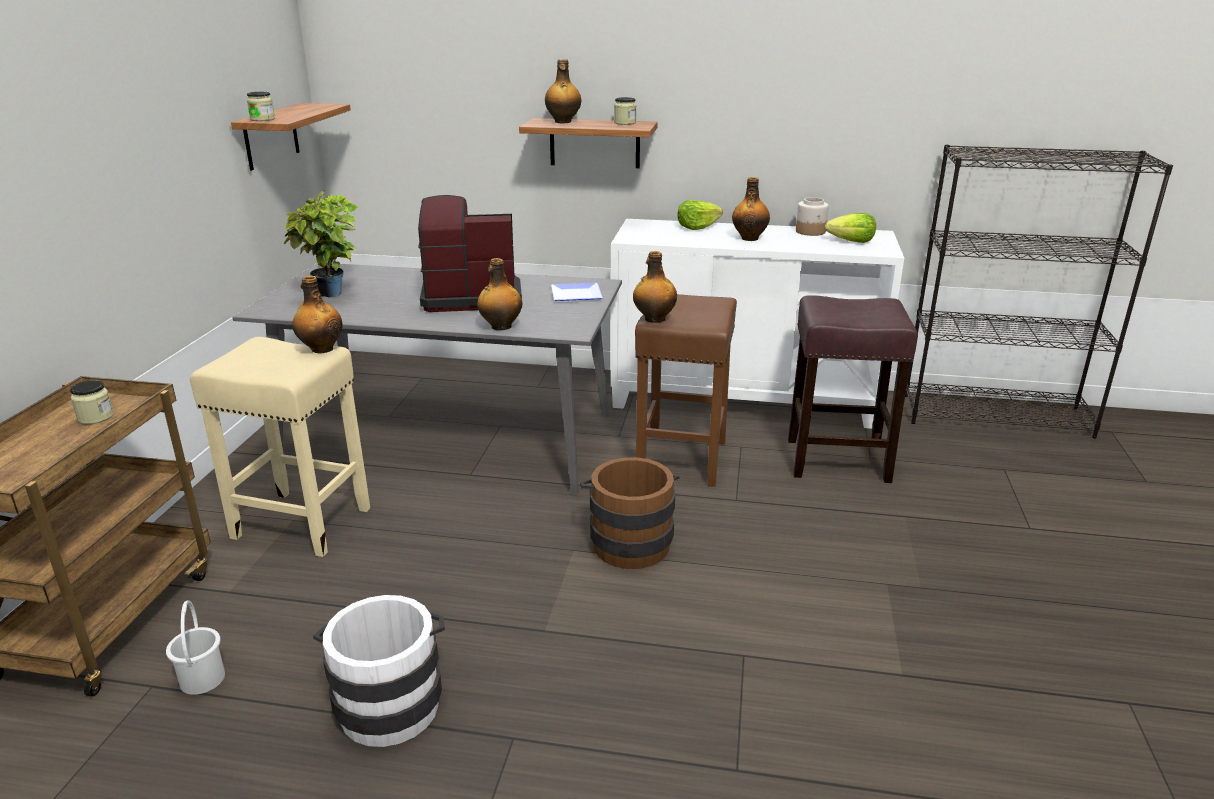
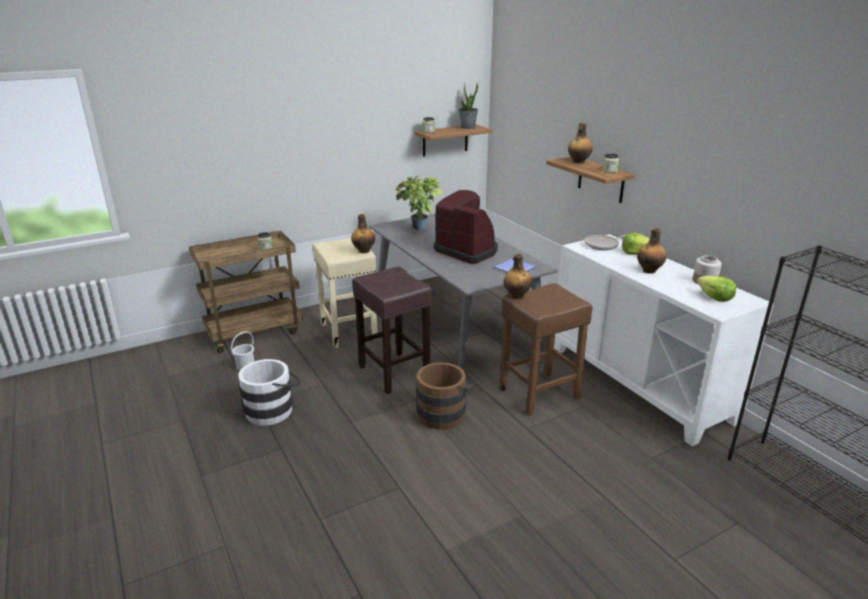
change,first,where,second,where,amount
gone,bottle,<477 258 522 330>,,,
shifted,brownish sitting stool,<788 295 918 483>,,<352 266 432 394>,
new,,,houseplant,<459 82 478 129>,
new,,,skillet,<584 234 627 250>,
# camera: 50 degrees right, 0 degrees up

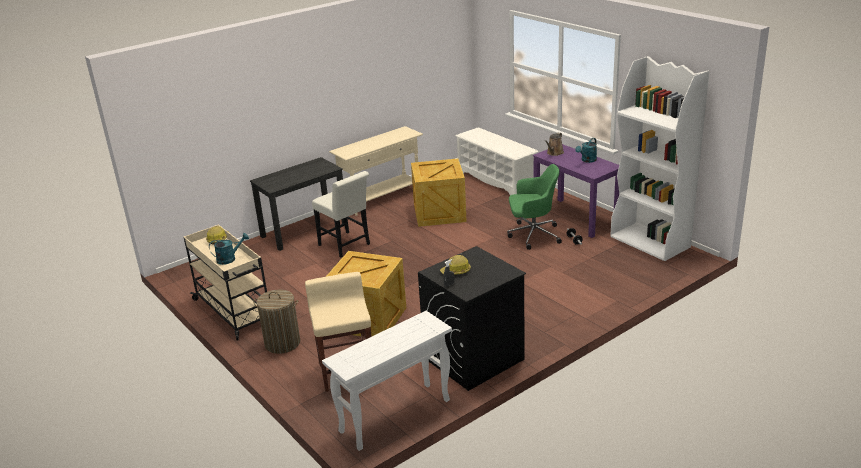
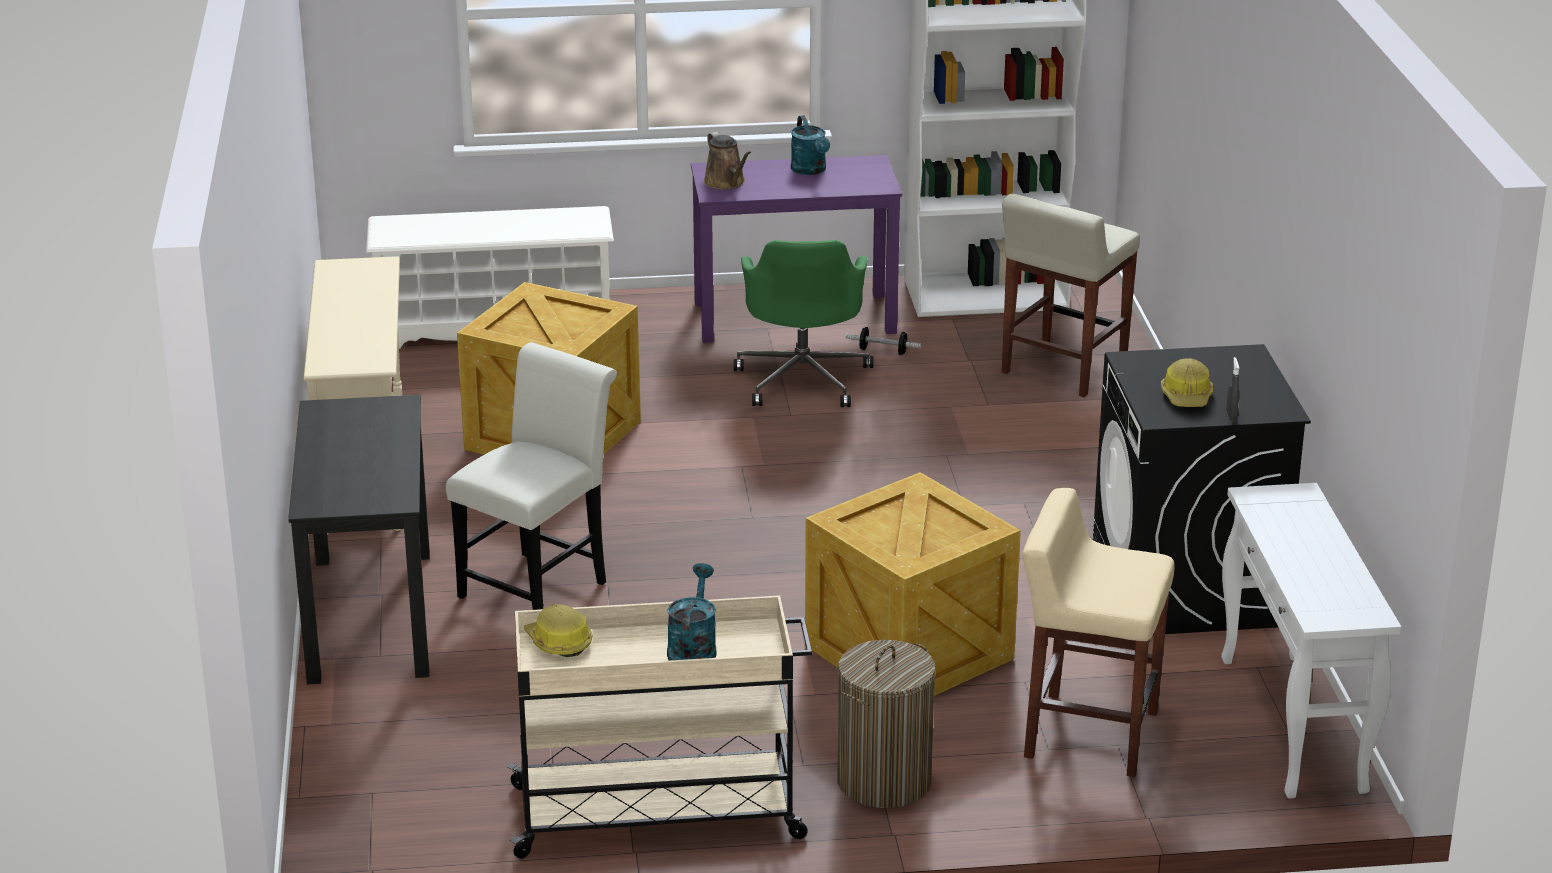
change,first,where,second,where,amount
rotated,white upright chair,<312 171 370 257>,,<446 342 617 610>,45 degrees counterclockwise
rotated,green computer chair,<507 164 562 250>,,<734 240 873 407>,150 degrees clockwise
new,,,beige sitting stool,<1001 194 1140 397>,
# camera: 60 degrees left, 0 degrees up

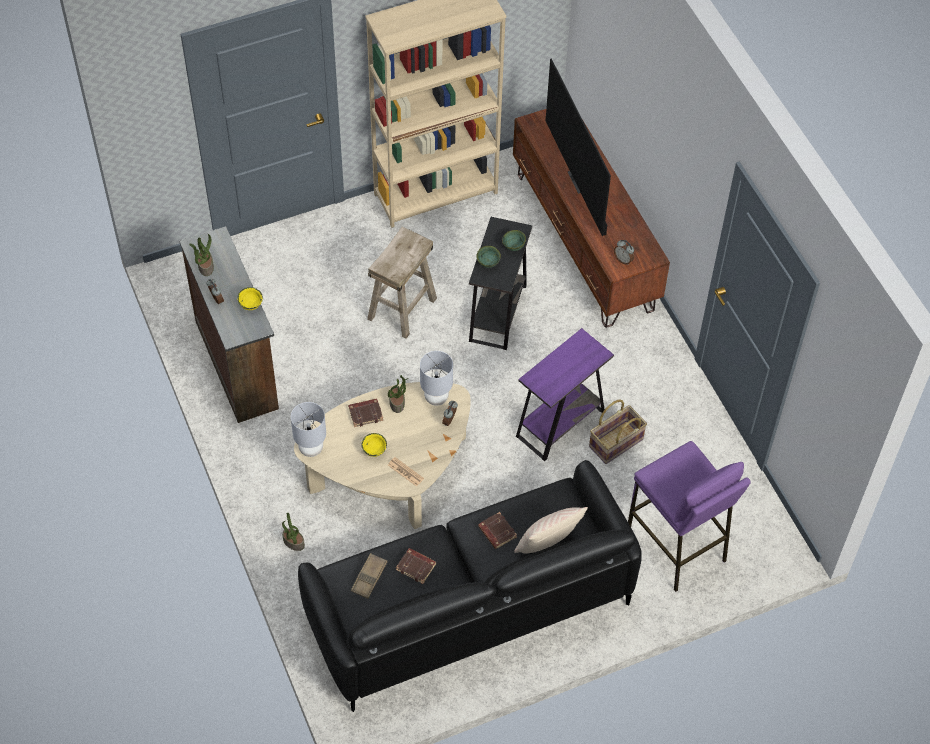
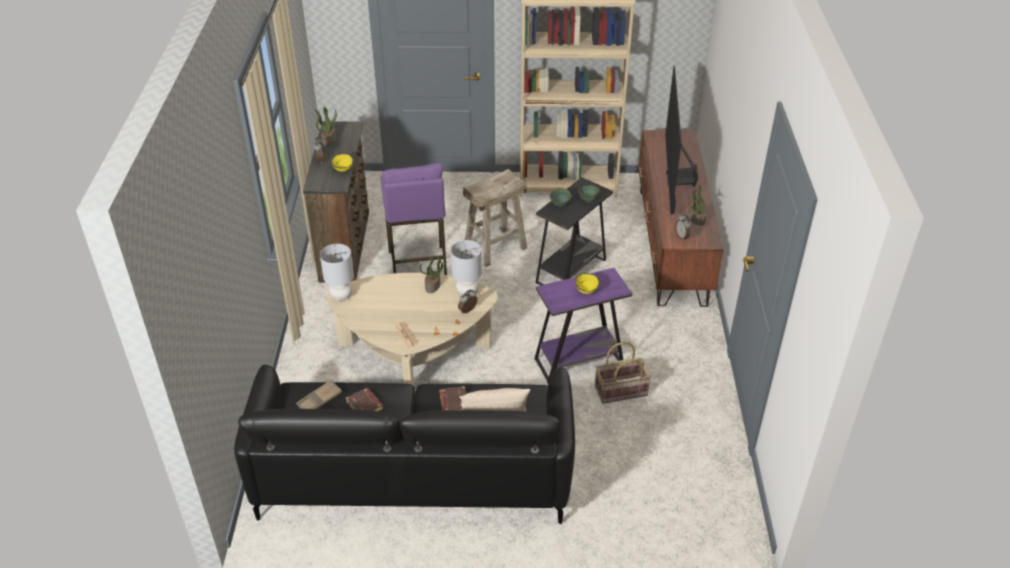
change,first,where,second,where,amount
shifted,houseplant,<282 513 305 551>,,<688 186 707 226>,
gone,brownish book,<348 398 383 427>,,,
shifted,yellowish bowl,<361 433 387 457>,,<575 273 600 294>,
shifted,purple-coloured sitting stool,<628 441 751 592>,,<381 163 447 275>,
# camera: 25 degrees right, 15 degrees down

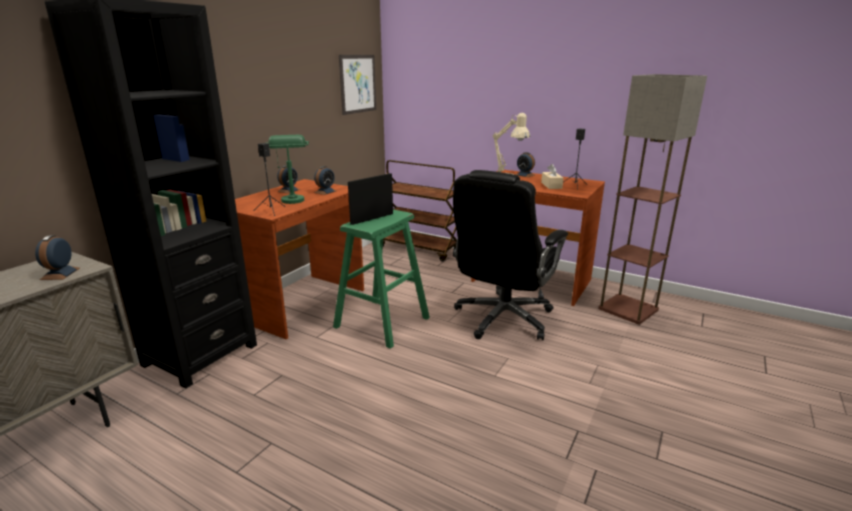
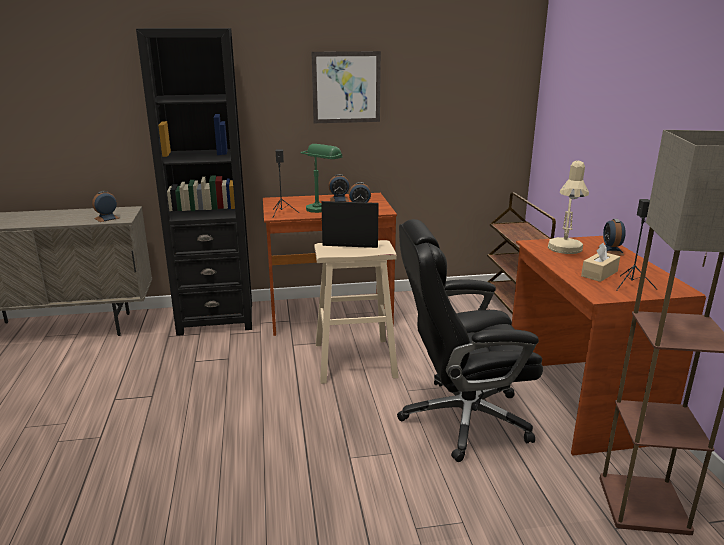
change,first,where,second,where,amount
repainted,green sitting stool,<333 209 430 349>,beige sitting stool,<314 240 399 384>,
shifted,wall picture,<339 55 376 115>,,<312 51 381 123>,
# camera: 50 degrees right, 0 degrees up

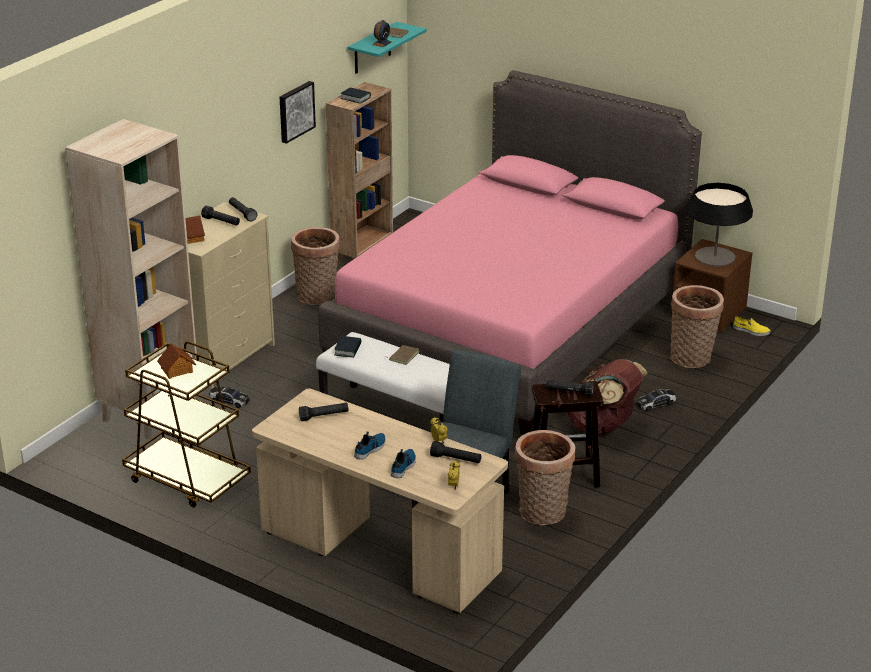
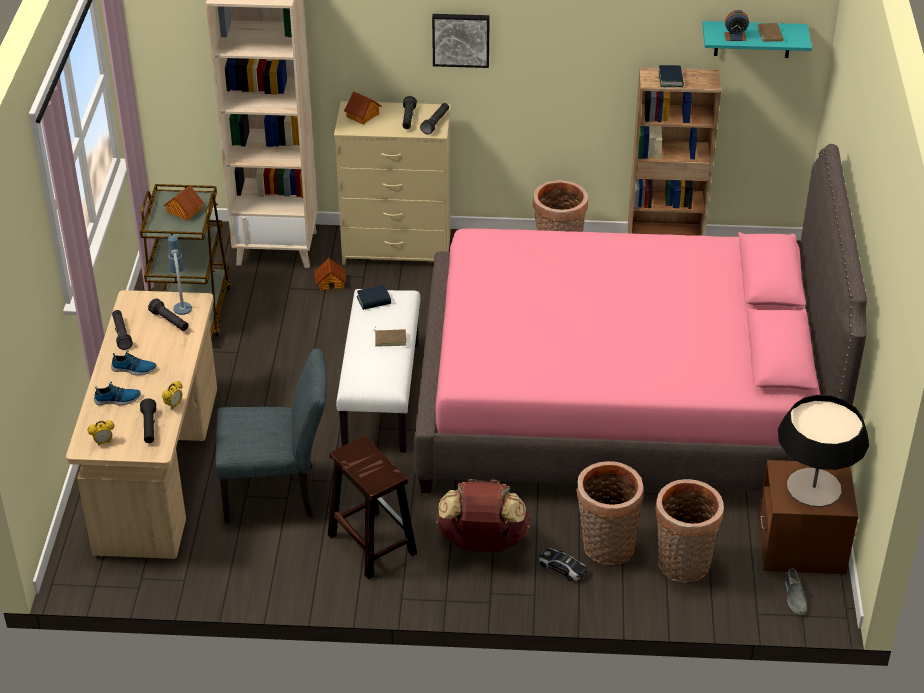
change,first,where,second,where,amount
swapped,miniature car,<209 387 250 408>,miniature house,<314 258 346 291>,
shifted,wall picture,<280 81 316 144>,,<432 14 490 68>,
shifted,household basket,<515 430 575 525>,,<576 461 644 565>,
shifted,black hand torch,<546 380 594 396>,,<112 310 133 350>,
repainted,yellowish item of footwear,<733 317 770 336>,greyish item of footwear,<785 569 807 615>,
new,,,lamp for a table,<168 236 192 315>,
# camera: 60 degrees right, 10 degrees up

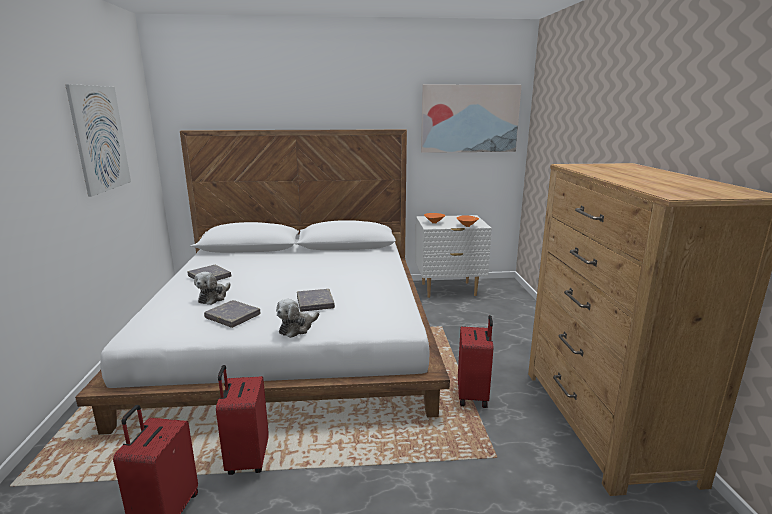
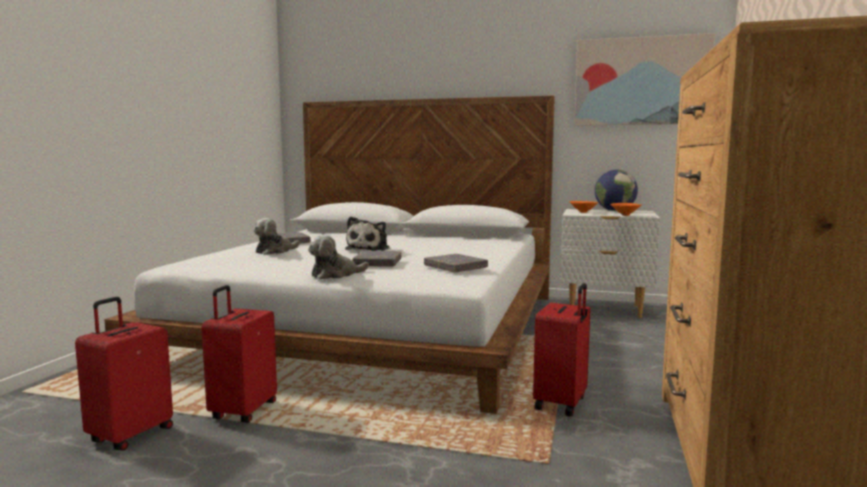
change,first,where,second,where,amount
gone,wall picture,<65 84 131 197>,,,
shifted,greyish book,<204 300 261 328>,,<424 254 488 272>,
new,,,soft toy,<345 217 390 251>,
new,,,desk globe,<595 170 638 211>,
# camera: 20 degrees right, 10 degrees down

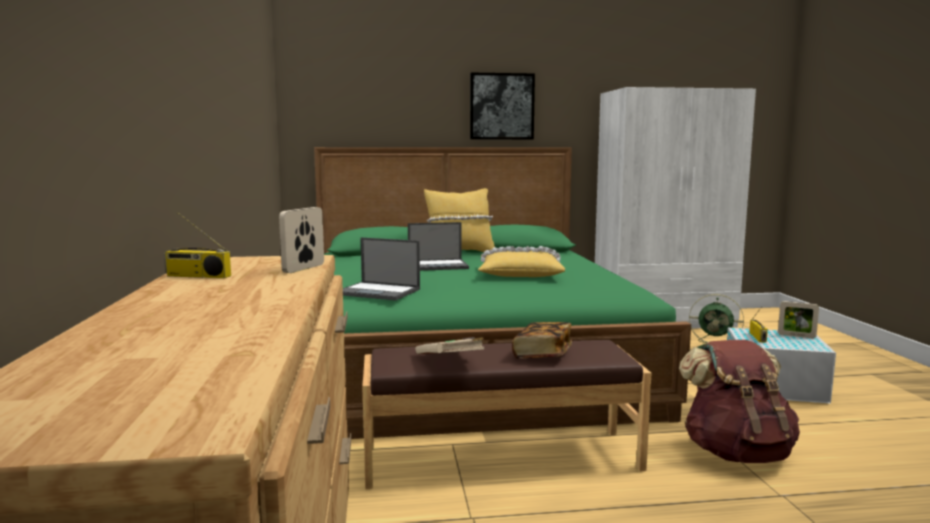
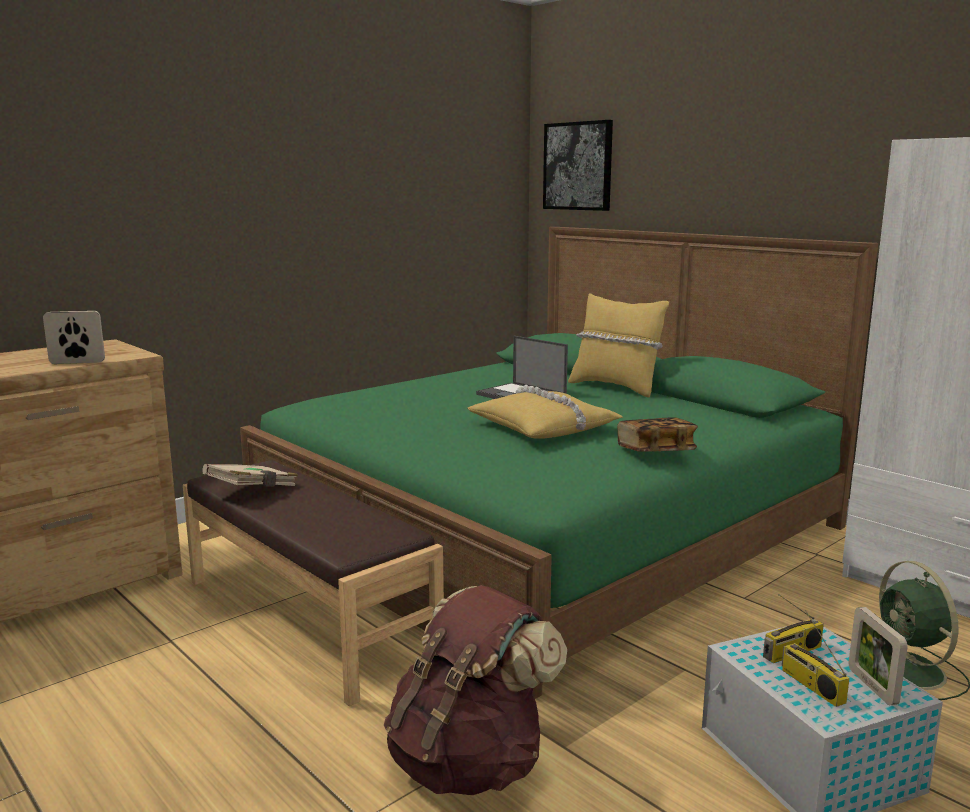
change,first,where,second,where,amount
shifted,radio,<164 212 231 278>,,<782 610 850 707>,
gone,laptop,<343 237 420 301>,,,
shifted,wall picture,<470 73 535 139>,,<543 120 613 211>,
shifted,book,<512 322 572 359>,,<617 417 698 452>,
# camera: 55 degrees right, 5 degrees up

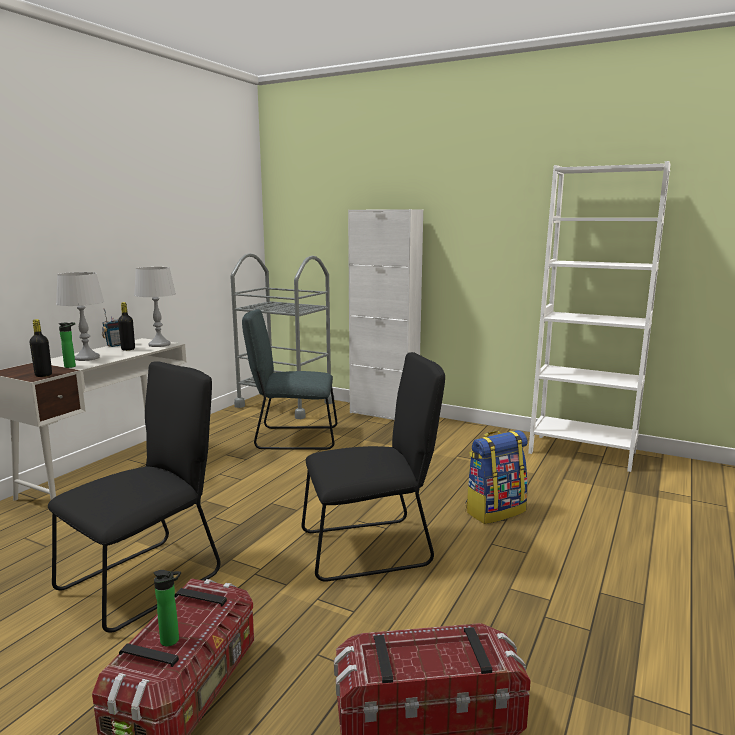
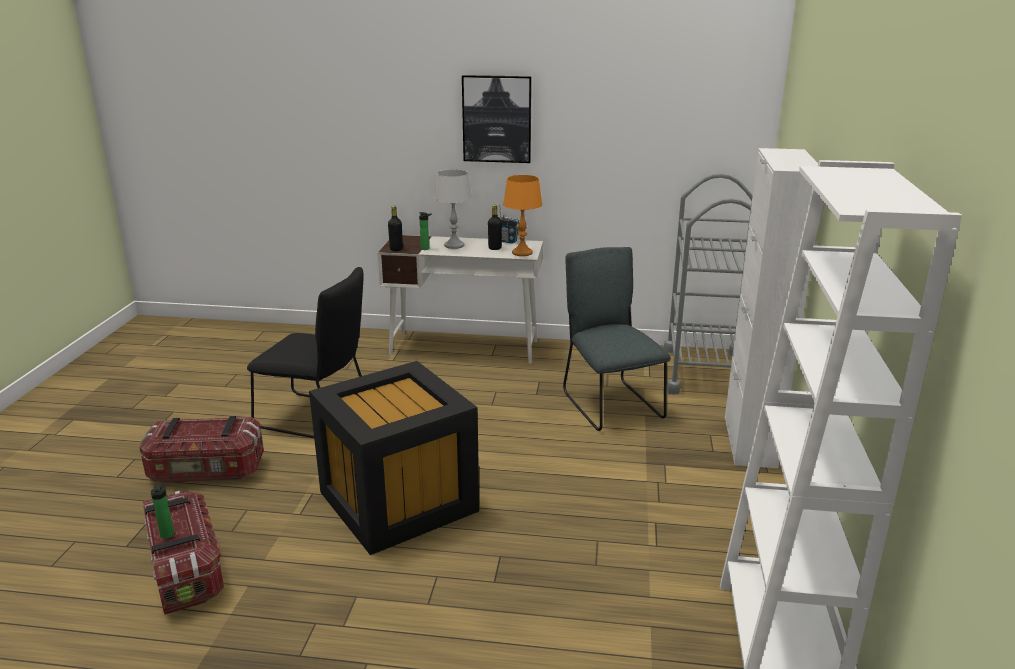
change,first,where,second,where,amount
repainted,greyish lamp for a table,<134 267 176 347>,orange-coloured lamp for a table,<503 175 542 256>,
shifted,bottle,<154 570 181 646>,,<150 483 174 539>,
swapped,black upright chair,<302 352 445 582>,black storage bin,<309 361 479 555>,
gone,knapsack,<466 430 528 524>,,,
new,,,wall picture,<462 75 532 163>,
# camera: 70 degrees right, 10 degrees up

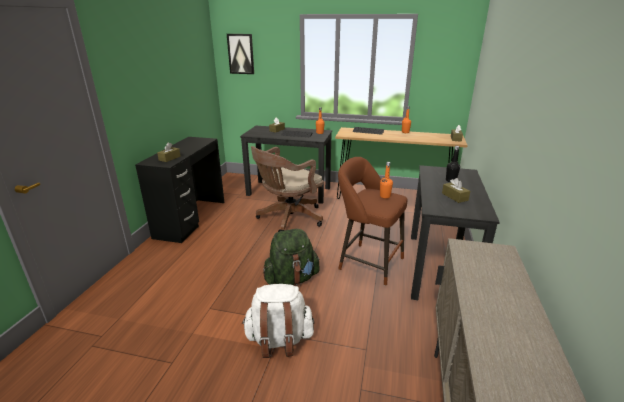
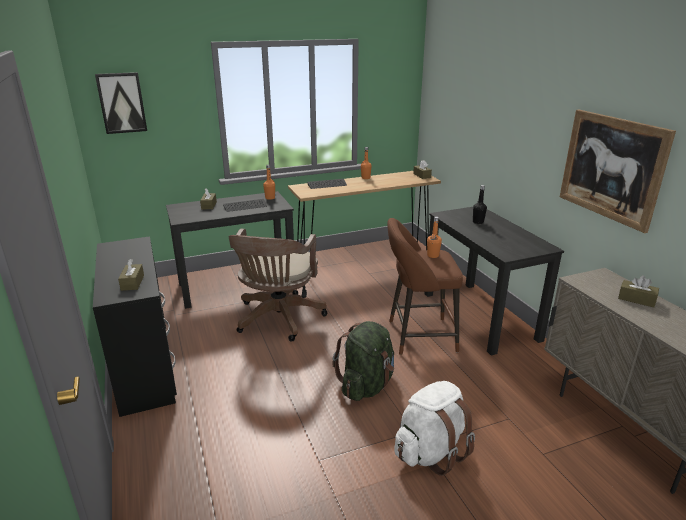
change,first,where,second,where,amount
shifted,brownish tissue box,<442 178 470 203>,,<618 276 659 308>,
new,,,wall picture,<560 110 676 233>,
# camera: 35 degrees left, 0 degrees up

